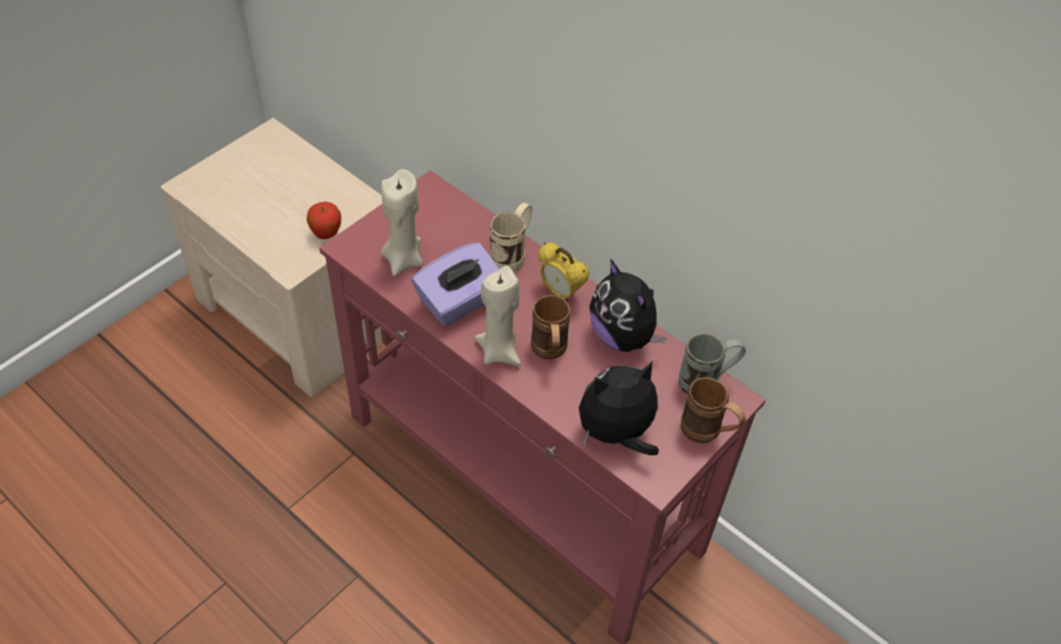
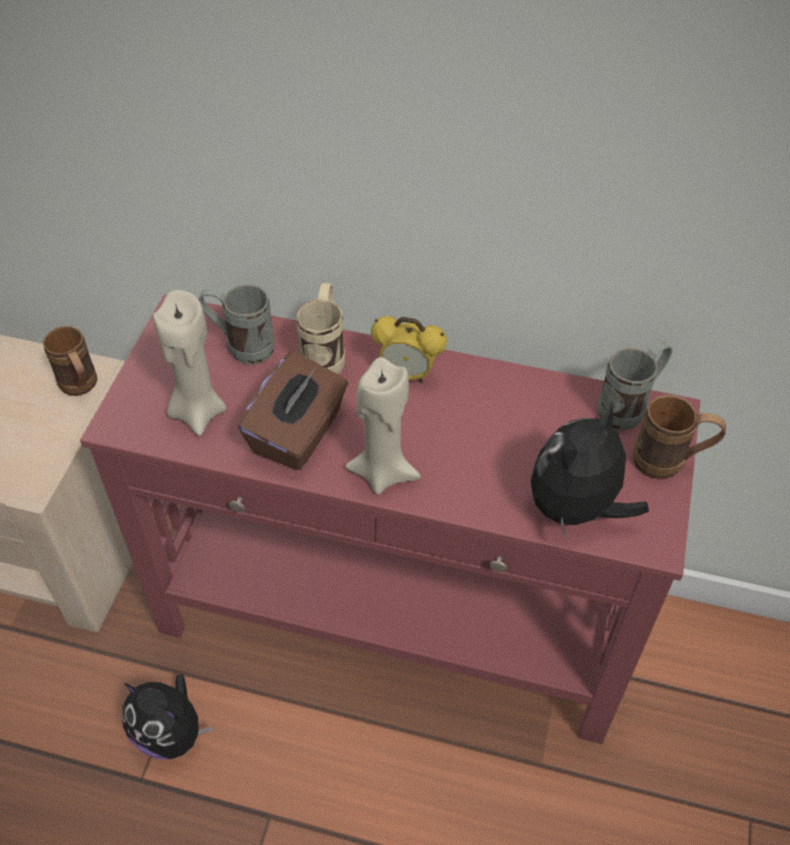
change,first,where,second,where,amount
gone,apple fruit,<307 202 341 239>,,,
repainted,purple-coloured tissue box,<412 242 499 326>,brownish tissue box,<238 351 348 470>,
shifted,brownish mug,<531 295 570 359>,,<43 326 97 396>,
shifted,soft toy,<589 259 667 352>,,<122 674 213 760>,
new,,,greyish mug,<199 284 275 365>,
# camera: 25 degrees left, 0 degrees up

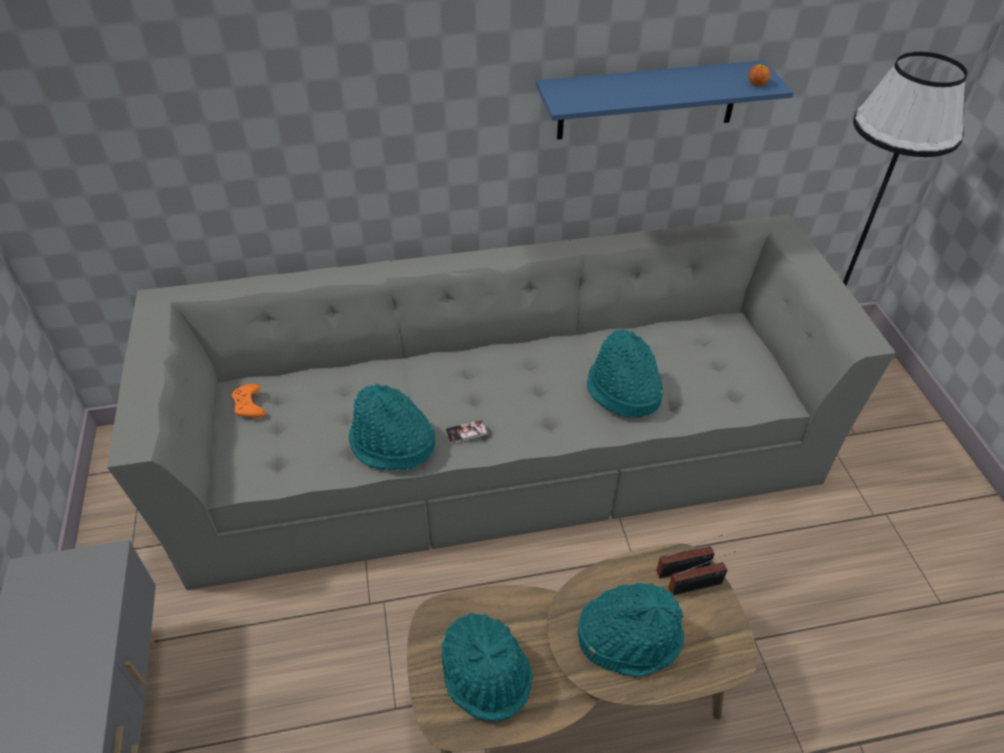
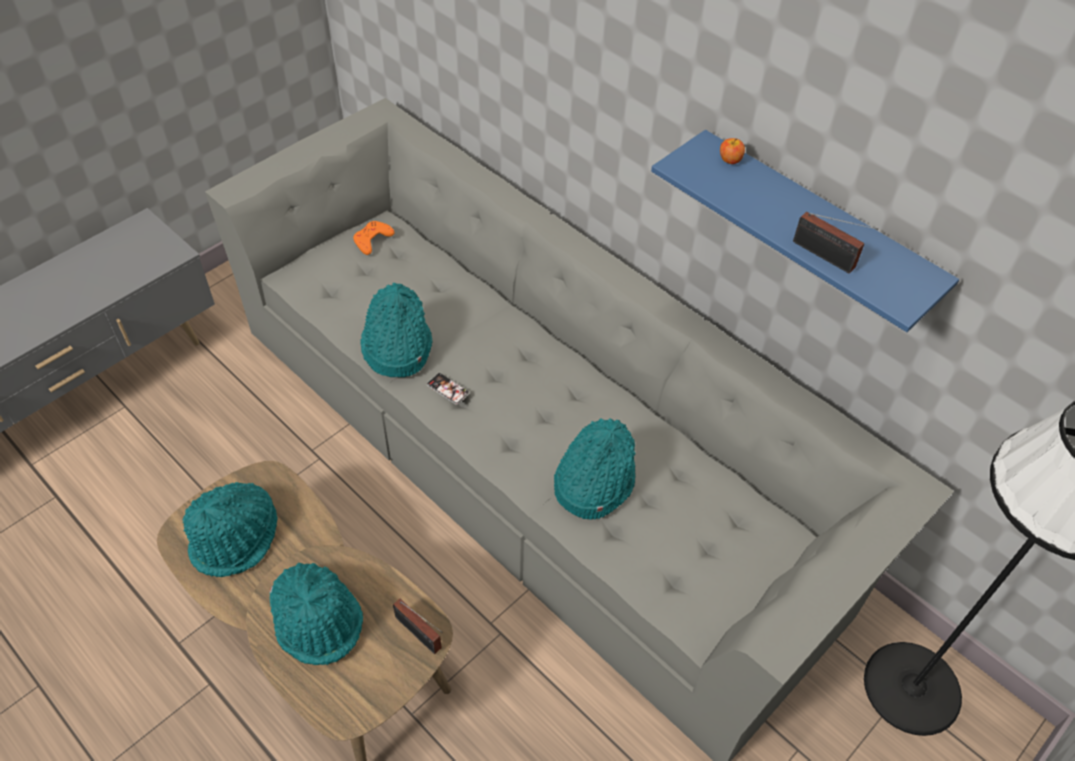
change,first,where,second,where,amount
shifted,radio,<668 551 736 596>,,<793 212 878 273>,
shifted,apple fruit,<749 62 771 86>,,<720 138 745 164>,
# camera: 55 degrees right, 5 degrees up

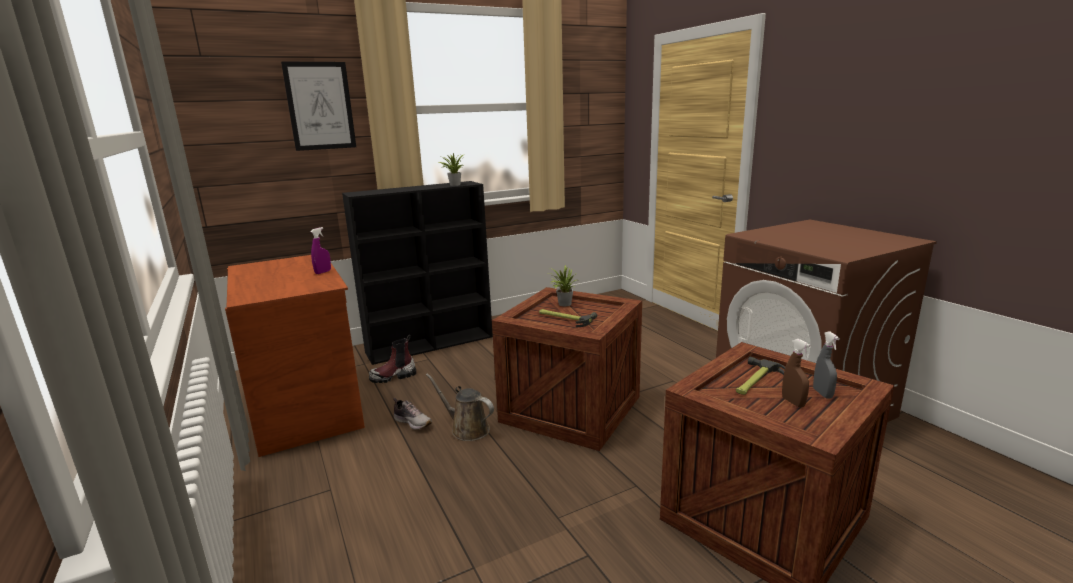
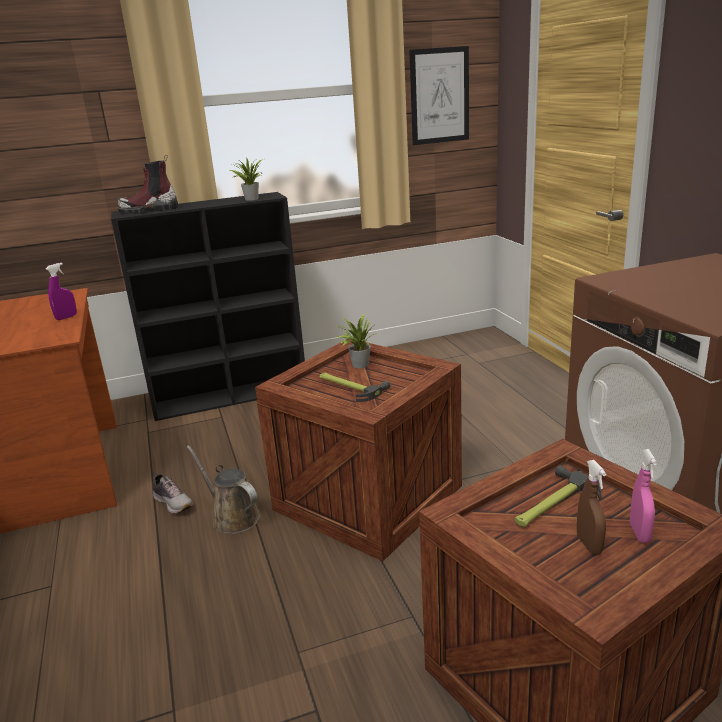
change,first,where,second,where,amount
shifted,wall picture,<281 62 356 151>,,<409 46 469 145>,
shifted,tall boot,<369 335 416 383>,,<118 155 178 214>,
repainted,greyish hand sprayer,<813 331 840 399>,pinkish hand sprayer,<630 449 657 543>,
# camera: 10 degrees right, 5 degrees up

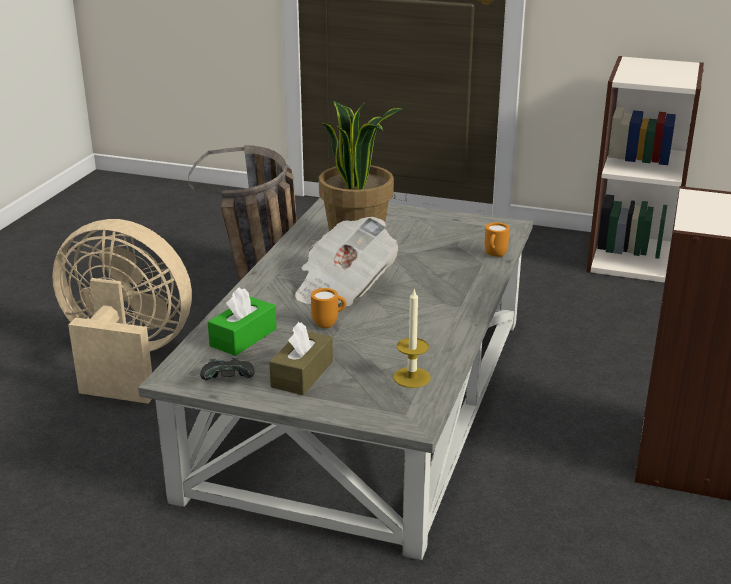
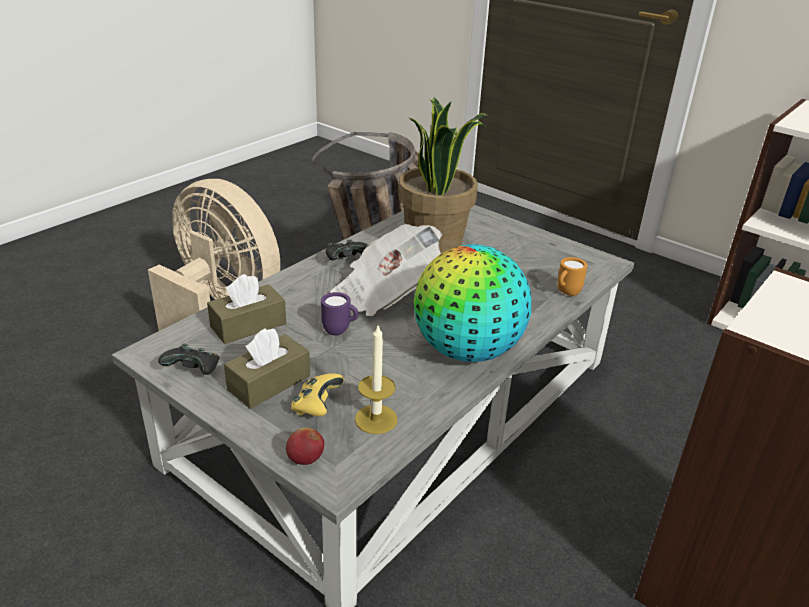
change,first,where,second,where,amount
repainted,green tissue box,<208 287 277 356>,brownish tissue box,<207 274 286 344>,
repainted,orange-coloured mug,<311 288 346 328>,purple-coloured mug,<321 292 359 335>,
new,,,apple fruit,<286 428 324 465>,
new,,,yellowish game controller,<291 373 345 416>,
new,,,black game controller,<326 239 368 260>,
new,,,desk globe,<414 244 531 362>,
# camera: 20 degrees right, 5 degrees up

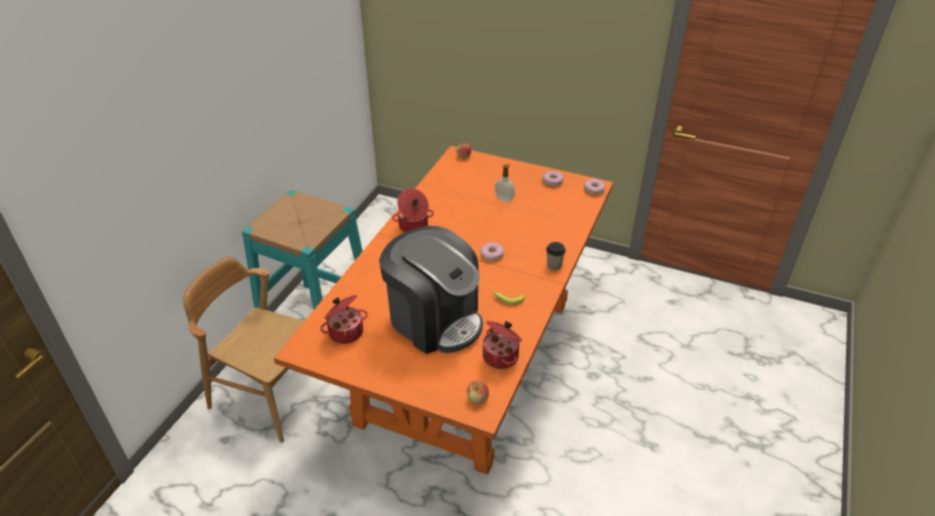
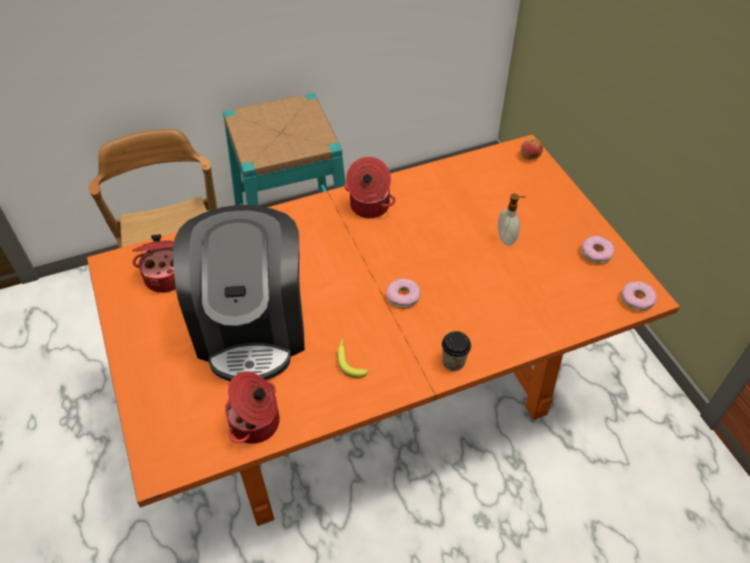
change,first,where,second,where,amount
gone,apple fruit,<467 381 489 404>,,,
# camera: 45 degrees right, 10 degrees up

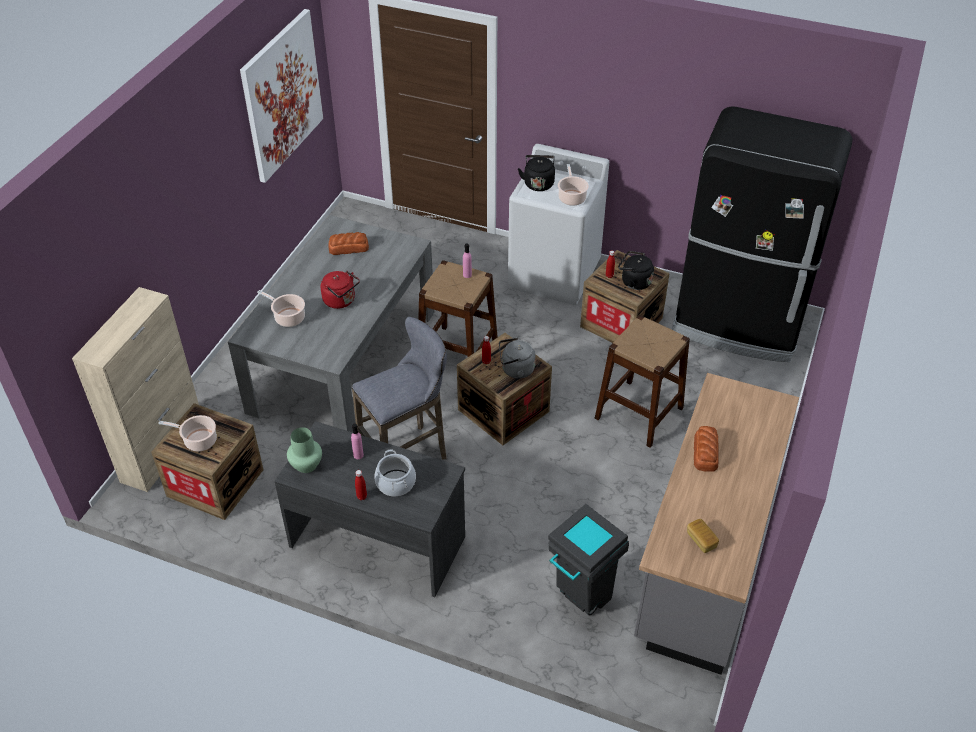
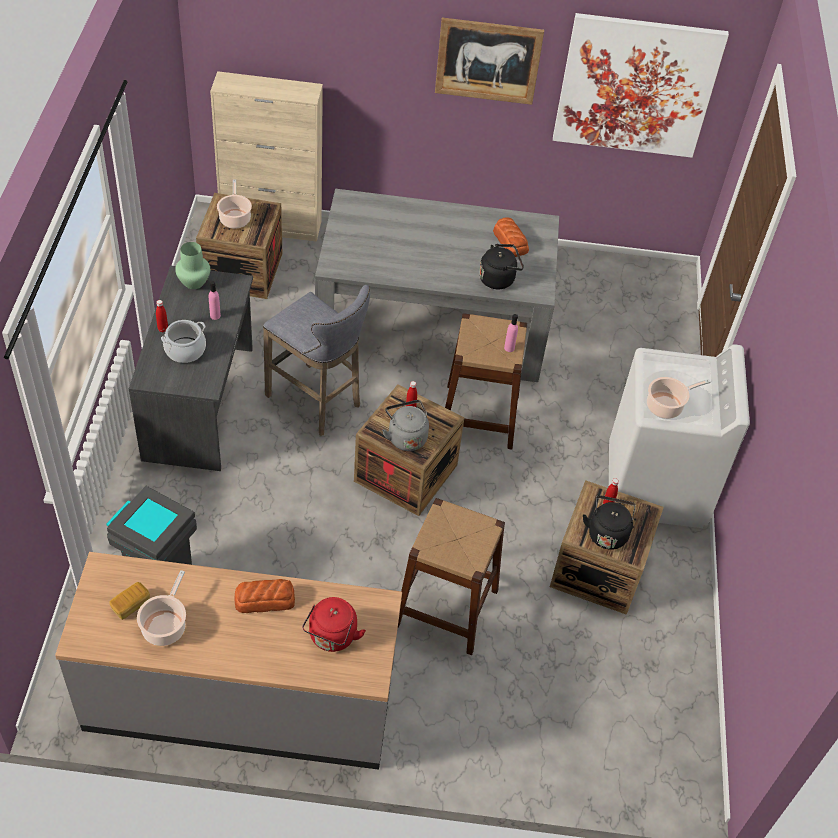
change,first,where,second,where,amount
shifted,cooking pot,<257 290 305 327>,,<137 570 186 646>,
shifted,red kettle,<321 270 360 309>,,<302 597 366 652>,
shifted,black kettle,<518 155 555 191>,,<479 244 524 289>,
gone,black fridge,<672 107 852 362>,,,
new,,,wall picture,<435 18 544 105>,
# camera: 70 degrees right, 5 degrees up

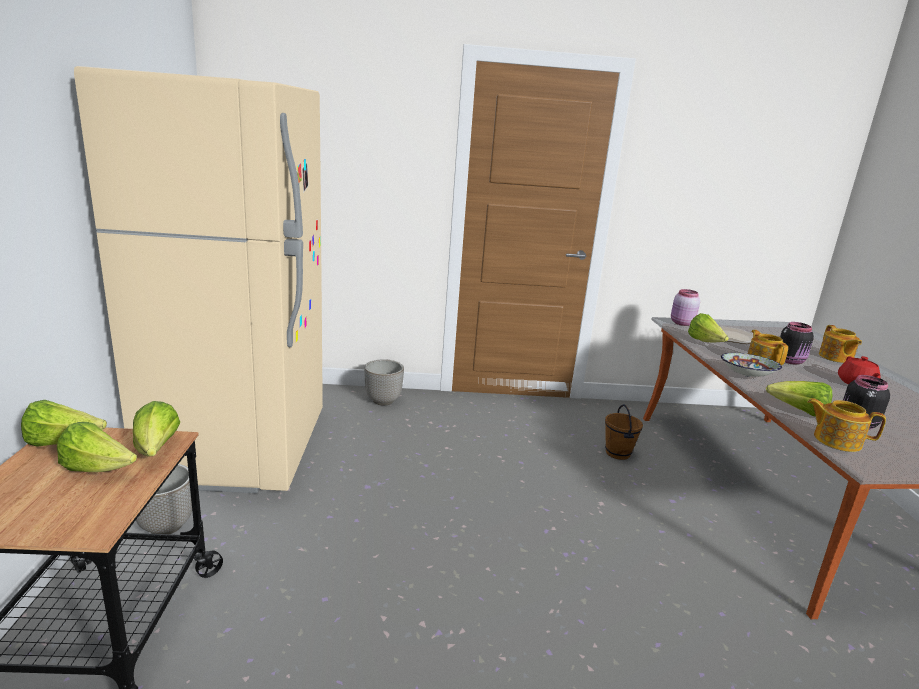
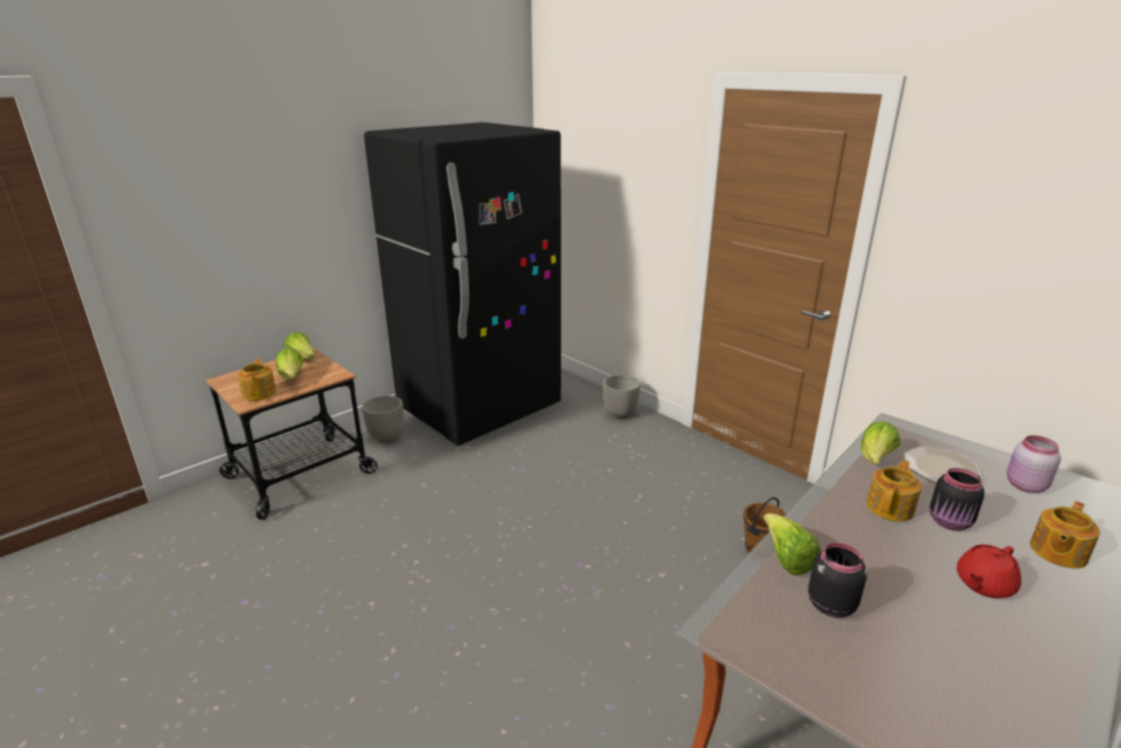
change,first,where,second,where,amount
repainted,beige fridge,<74 66 323 493>,black fridge,<364 122 561 446>,
gone,head of lettuce,<133 401 180 456>,,,
shifted,pinkish storage jar,<671 289 700 326>,,<1007 435 1061 493>,
gone,bowl,<721 353 782 377>,,,
shifted,tea pot,<807 398 886 452>,,<237 358 276 401>,
# camera: 50 degrees right, 5 degrees up

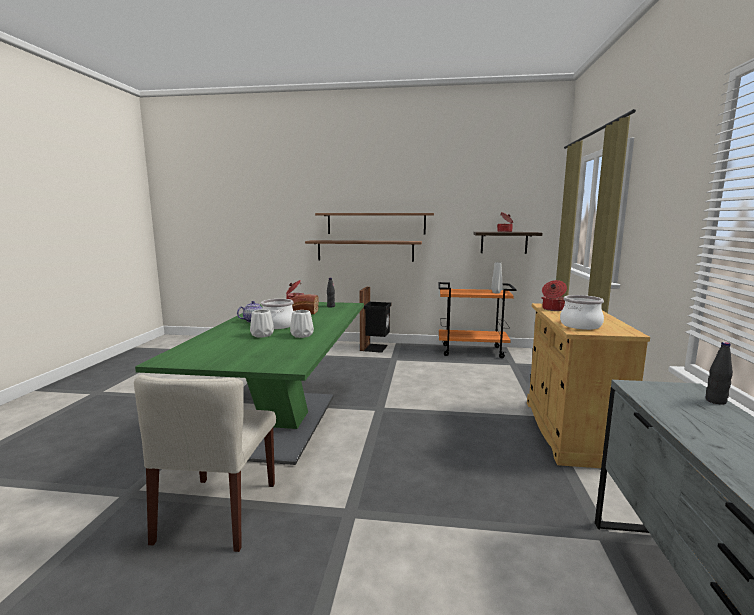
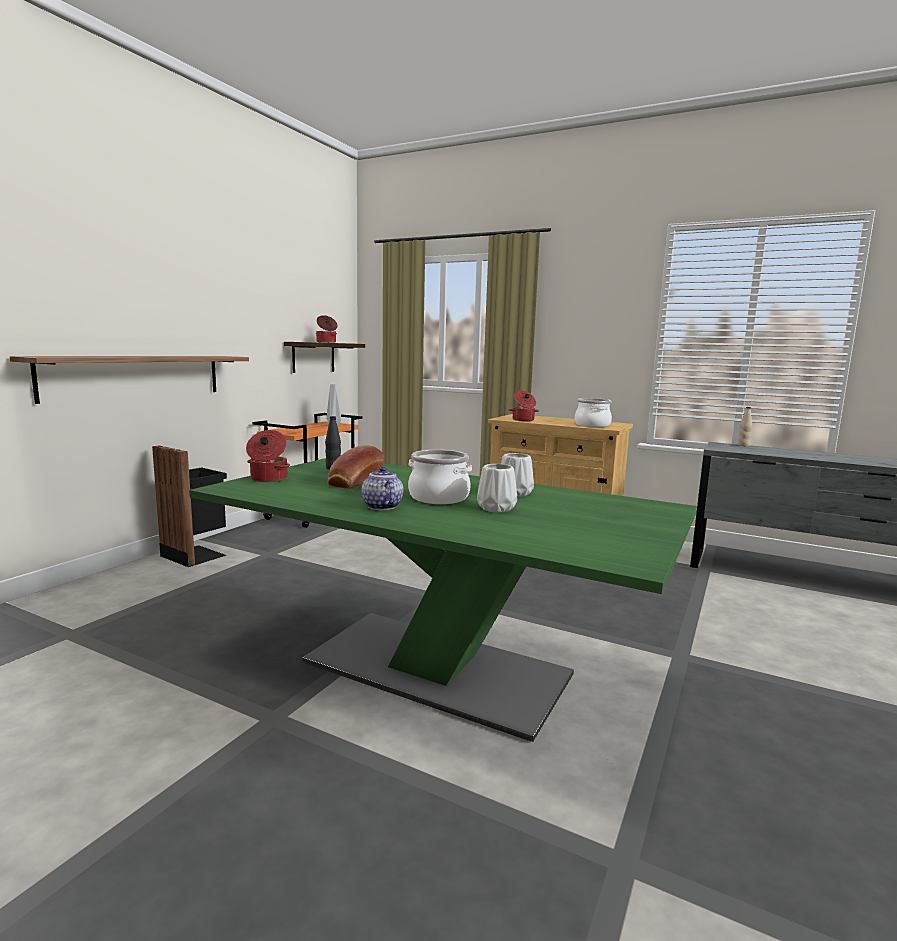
change,first,where,second,where,amount
gone,beige upright chair,<134 375 276 552>,,,
gone,wall shelf,<315 213 434 235>,,,
repainted,black bottle,<706 342 733 405>,beige bottle,<738 407 752 446>,
# camera: 70 degrees left, 0 degrees up

